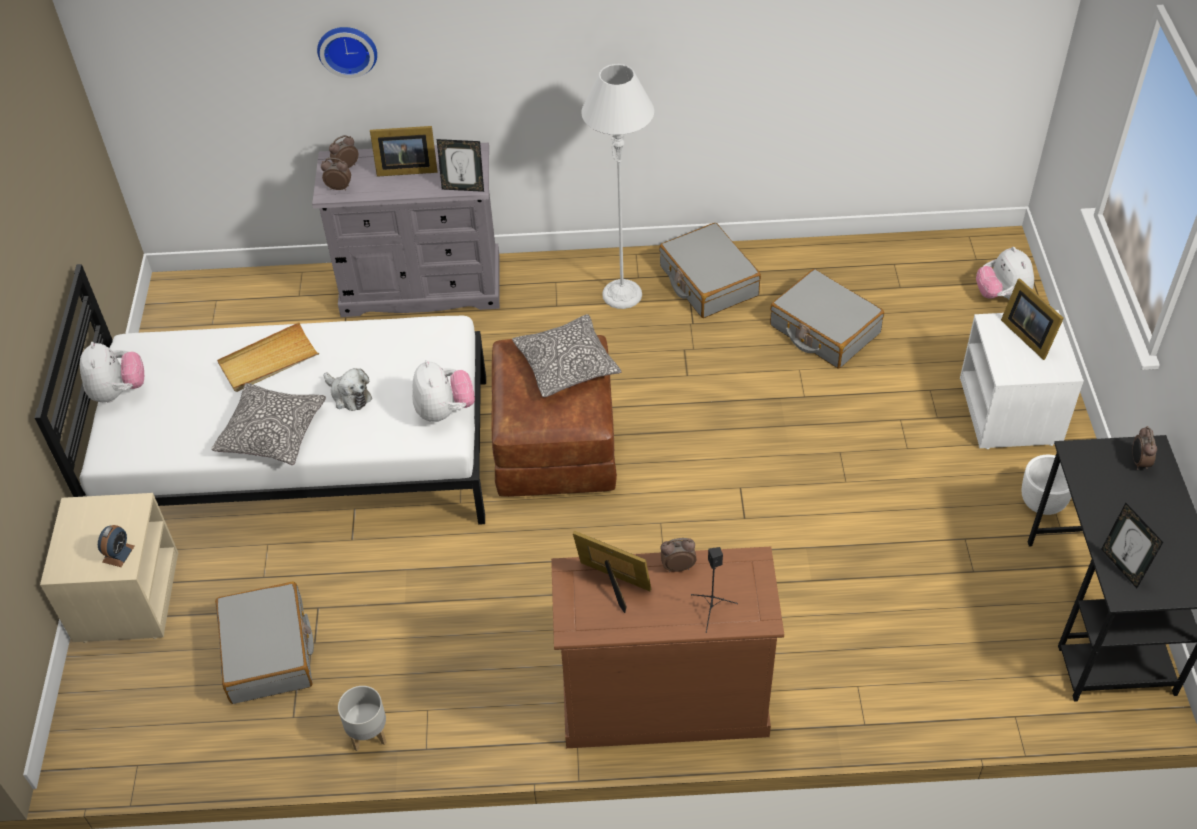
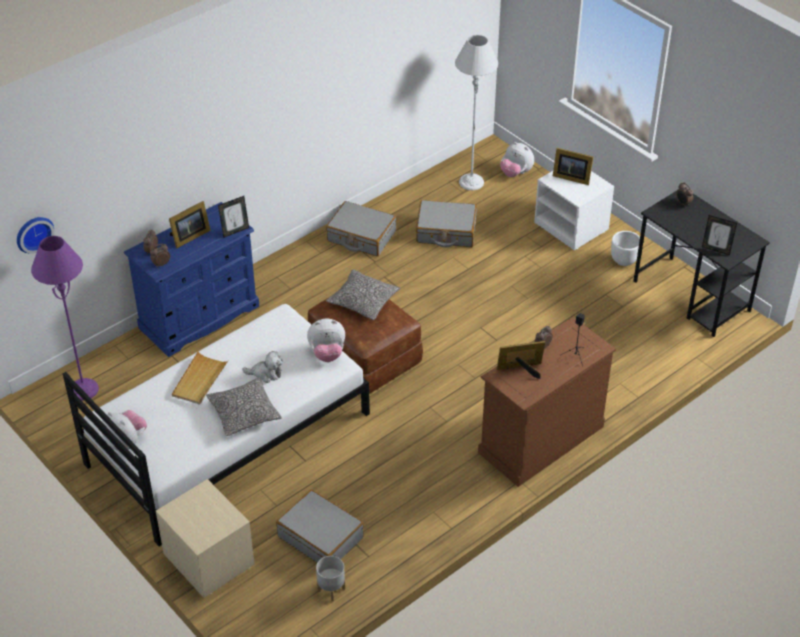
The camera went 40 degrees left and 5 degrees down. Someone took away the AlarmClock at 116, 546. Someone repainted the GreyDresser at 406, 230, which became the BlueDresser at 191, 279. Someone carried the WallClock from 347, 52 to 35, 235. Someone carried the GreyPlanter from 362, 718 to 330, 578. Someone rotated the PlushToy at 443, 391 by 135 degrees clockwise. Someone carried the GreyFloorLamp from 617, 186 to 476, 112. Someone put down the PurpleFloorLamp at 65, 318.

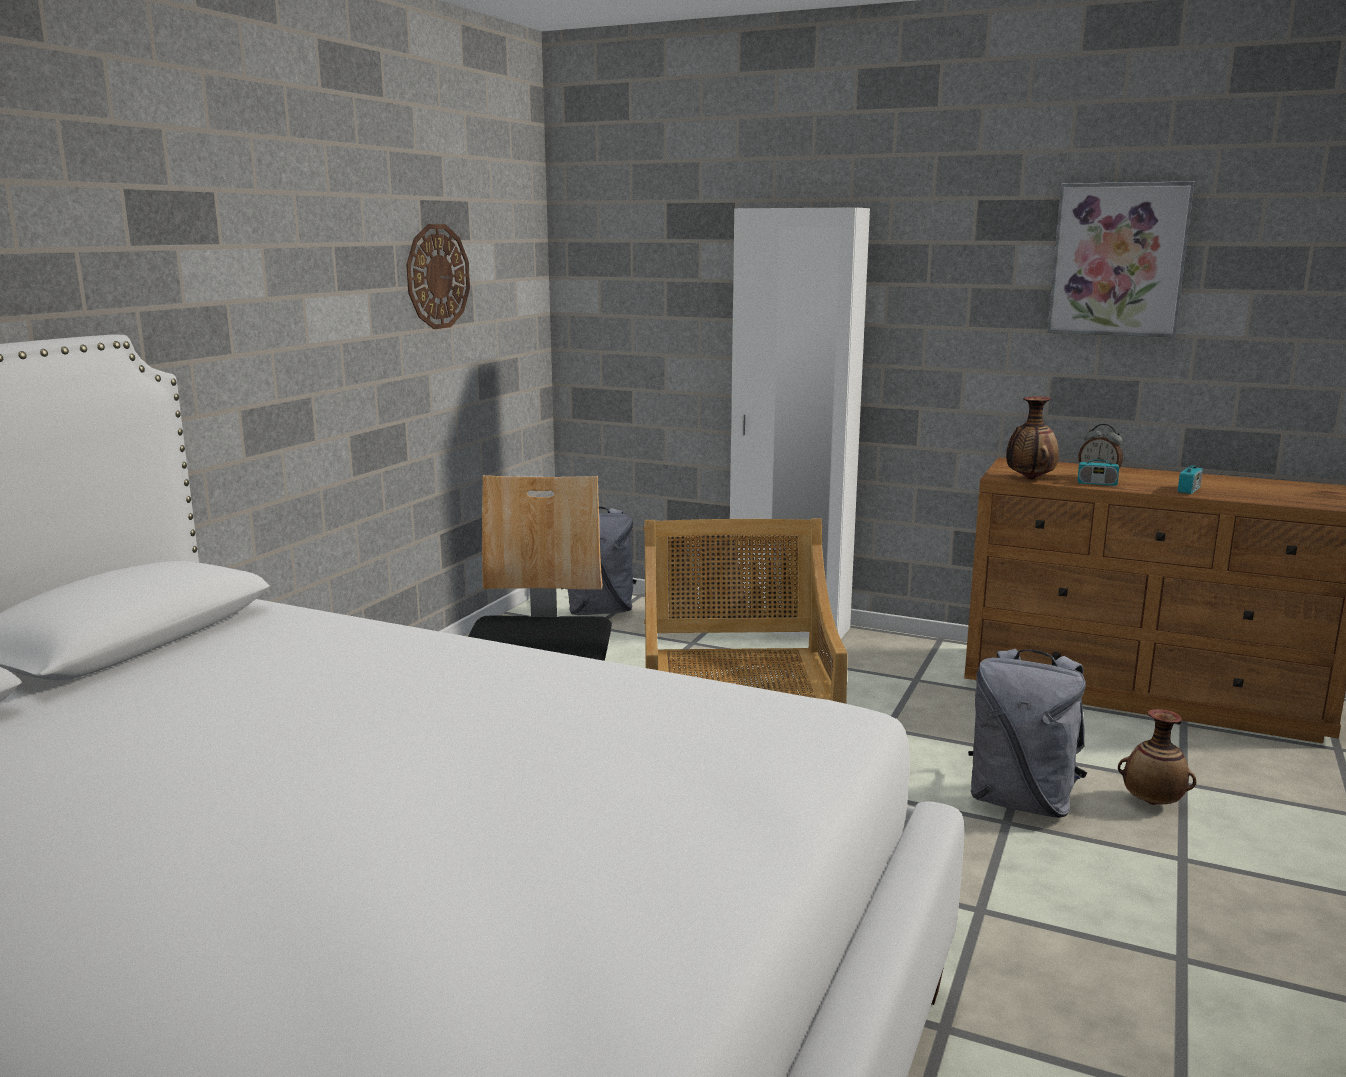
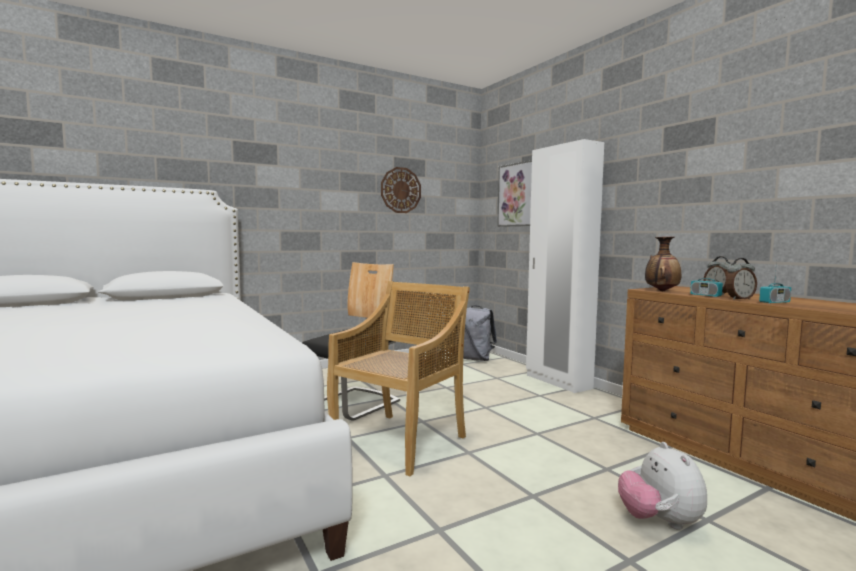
The camera went 35 degrees right and 10 degrees down. Someone took away the GreyBackpack at 1027, 733. Someone carried the Picture from 1121, 259 to 514, 193. Someone swapped the Vase at 1157, 757 for the PlushToy at 662, 486. Someone put down the AlarmClock at 741, 279.

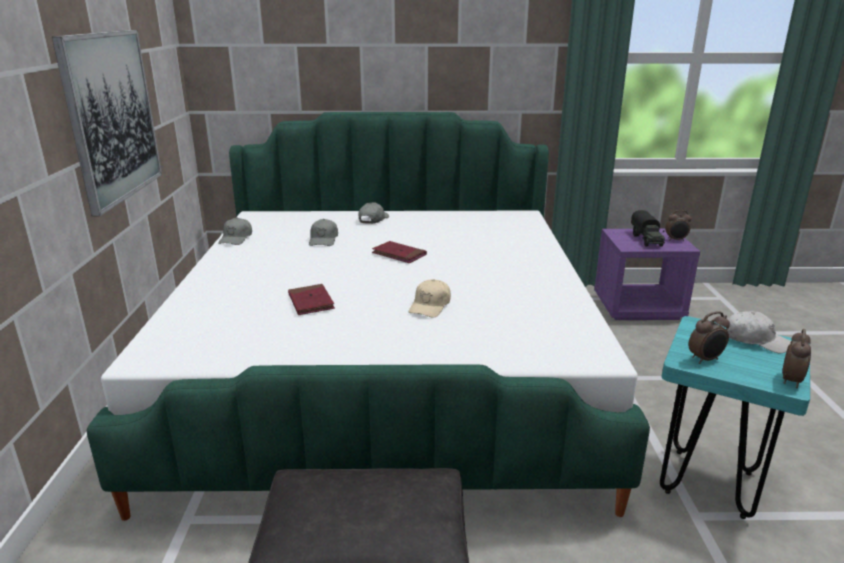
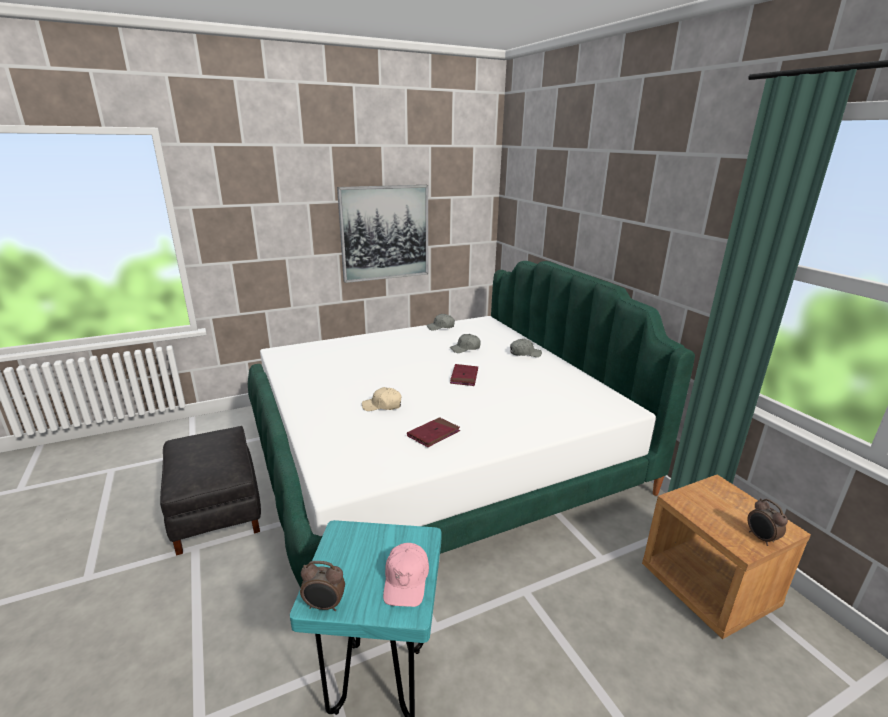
The camera went 65 degrees right and 0 degrees up. Someone carried the RedBook from 311, 299 to 433, 432. Someone repainted the PurpleNightstand at 647, 274, which became the BrownNightstand at 726, 557. Someone took away the ToyTruck at 648, 228. Someone took away the AlarmClock at 709, 337. Someone repainted the WhiteCap at 758, 332, which became the PinkCap at 406, 575.

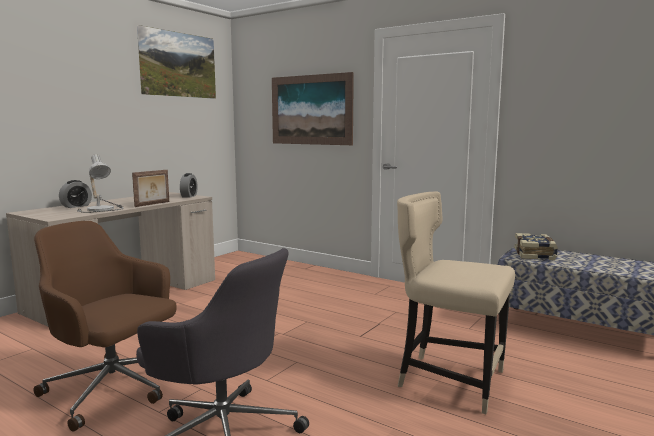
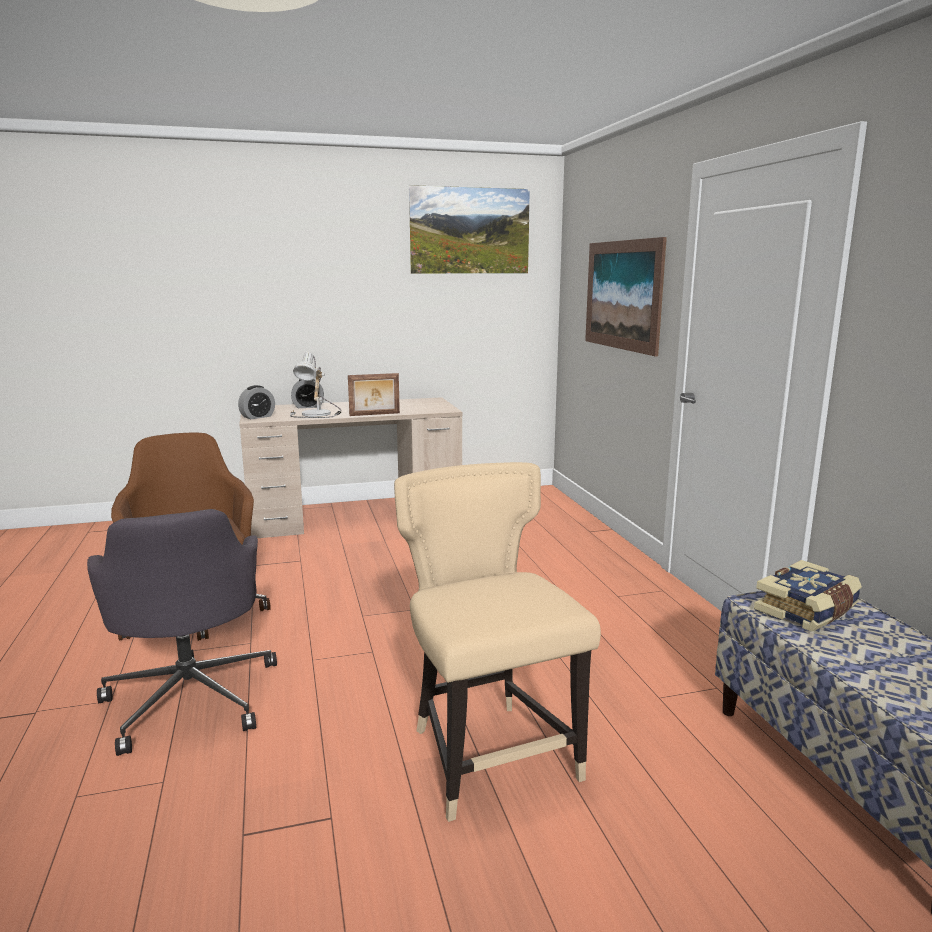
The camera went 40 degrees right and 5 degrees up. Someone carried the AlarmClock from 189, 185 to 256, 402.

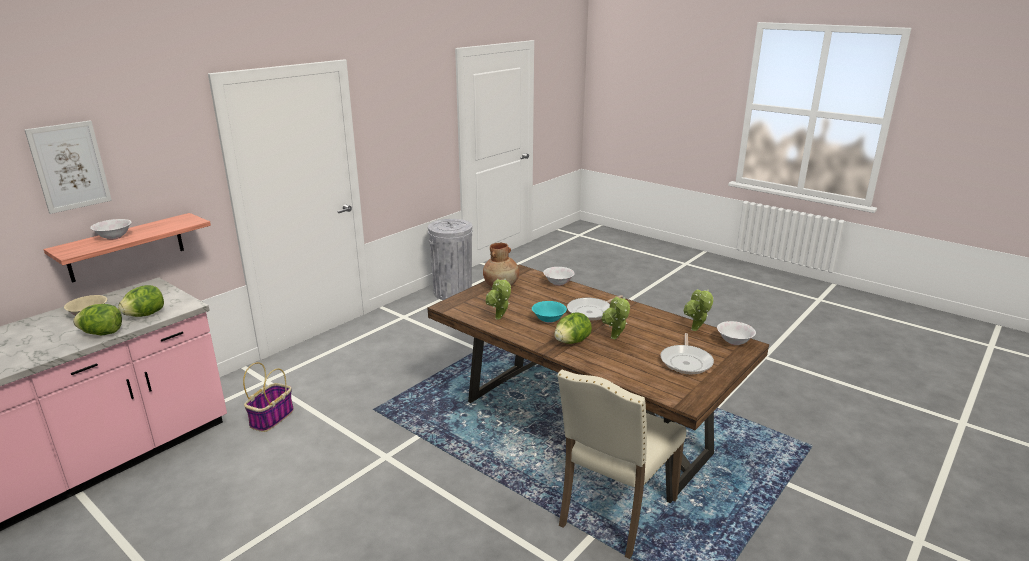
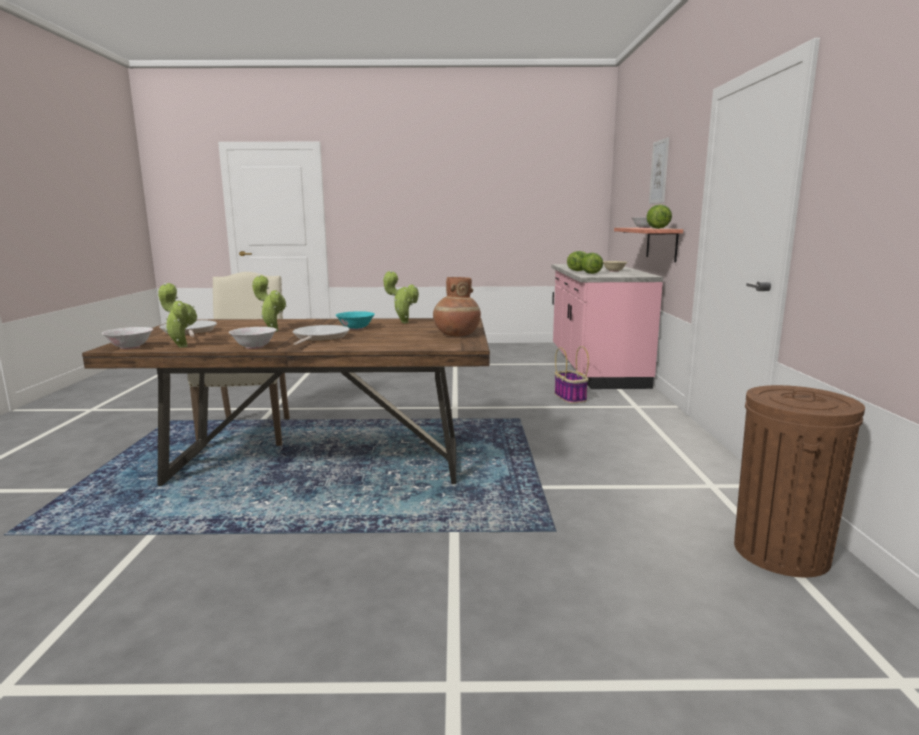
The camera went 140 degrees right and 10 degrees down. Someone repainted the GreyTrashCan at 450, 259, which became the BrownTrashCan at 799, 481. Someone carried the WhiteBowl from 559, 276 to 253, 338. Someone carried the Lettuce from 573, 328 to 659, 216.

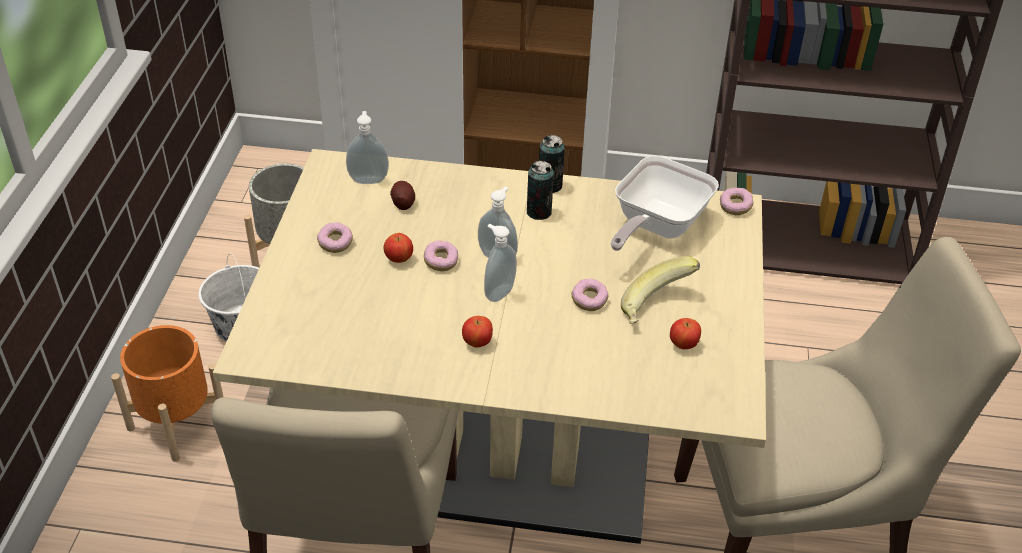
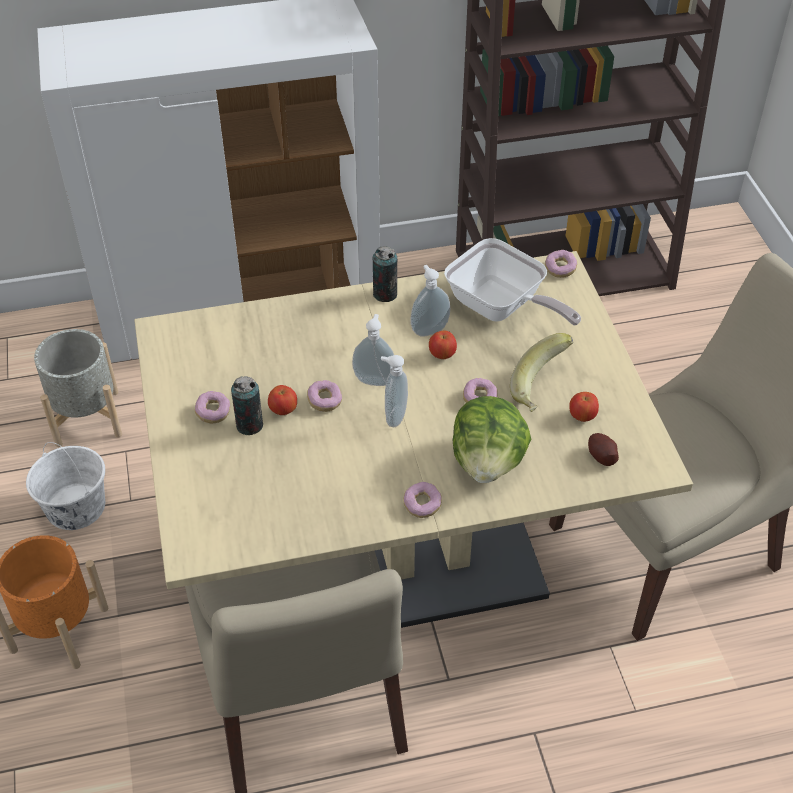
The camera went 20 degrees left and 5 degrees up. Someone carried the SoapDispenser from 367, 147 to 430, 301. Someone carried the Potato from 402, 195 to 603, 449. Someone carried the Apple from 477, 331 to 443, 345. Someone carried the Can from 540, 190 to 247, 405. Someone rotated the FryingPan at 665, 203 by 60 degrees counterclockwise. Someone put down the Donut at 422, 500. Someone put down the Lettuce at 492, 439.

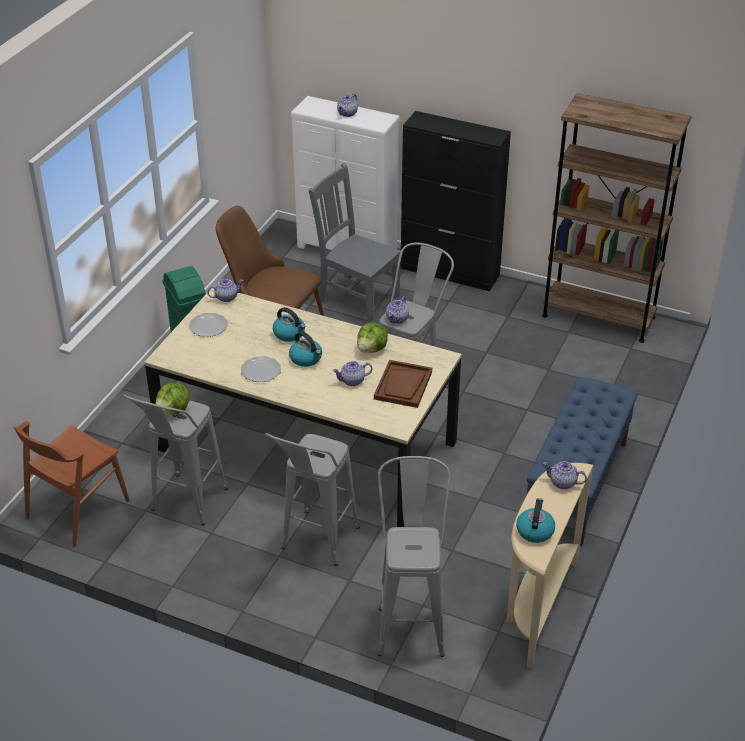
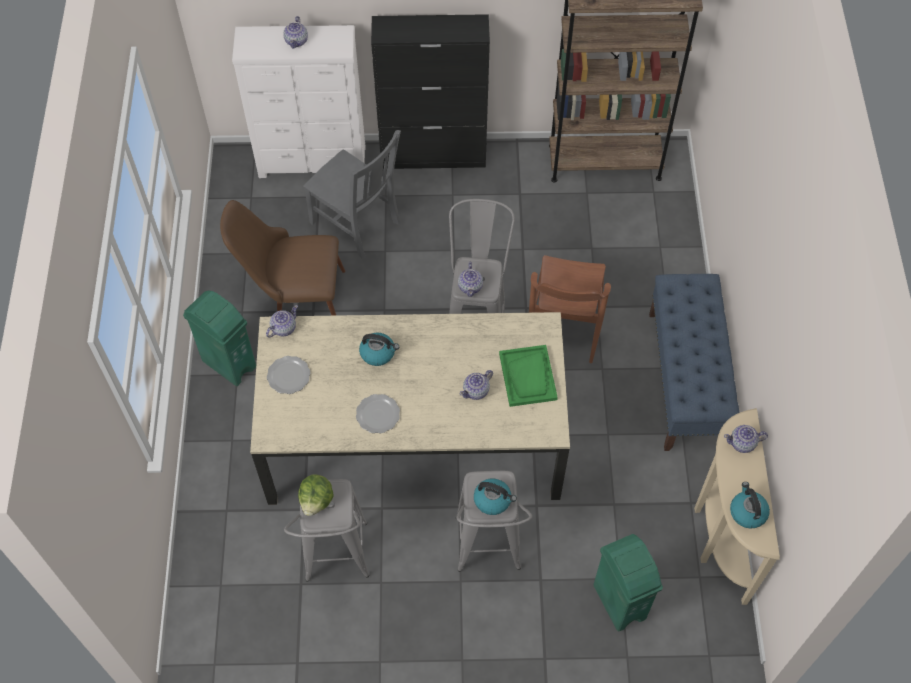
The camera went 25 degrees left and 20 degrees up. Someone carried the BrownChair from 72, 484 to 570, 309. Someone carried the Kettle from 305, 349 to 495, 496. Someone rotated the GreyChair at 355, 242 by 150 degrees counterclockwise. Someone took away the Lettuce at 372, 337. Someone repainted the BrownTray at 403, 384, which became the GreenTray at 528, 376. Someone swapped the GreyStool at 414, 556 for the GreenTrashCan at 628, 582.

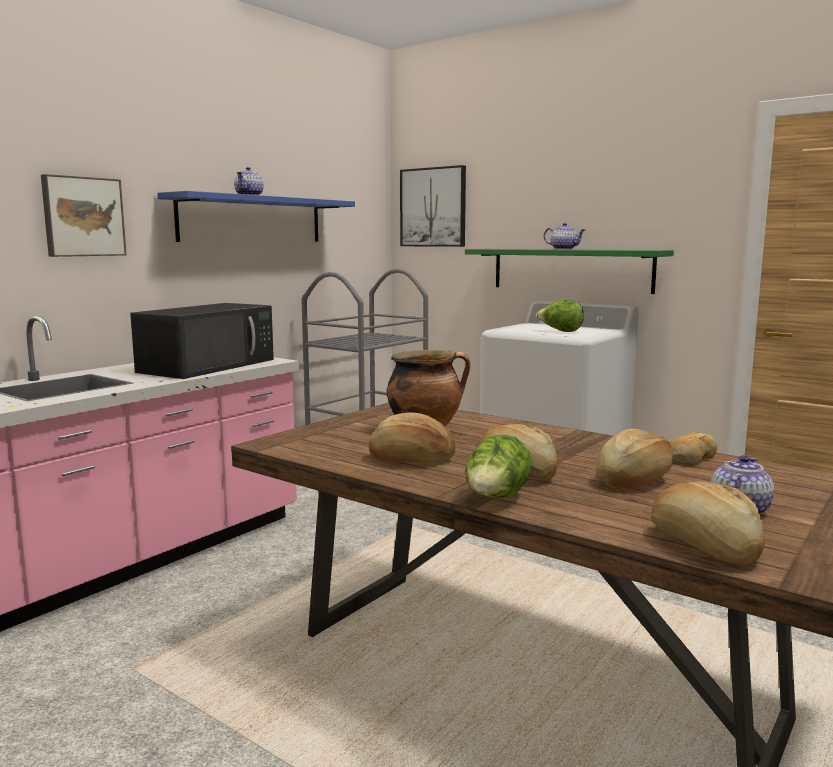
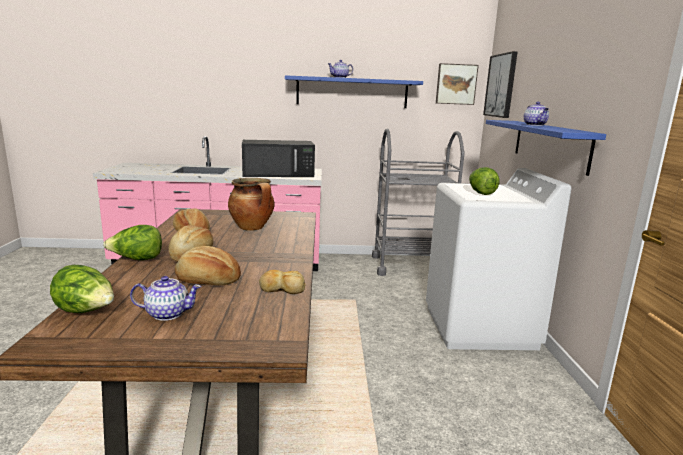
The camera went 50 degrees right and 5 degrees up. Someone carried the Picture from 84, 215 to 457, 84. Someone repainted the GreenShelf at 569, 271, which became the BlueShelf at 546, 148. Someone swapped the Bread at 708, 522 for the Lettuce at 82, 289.

